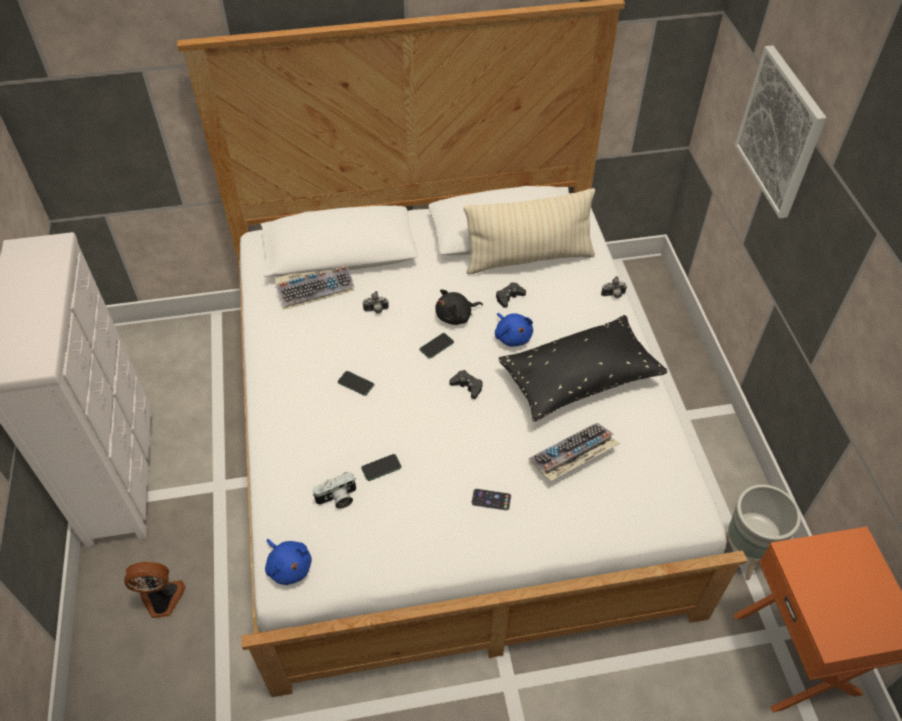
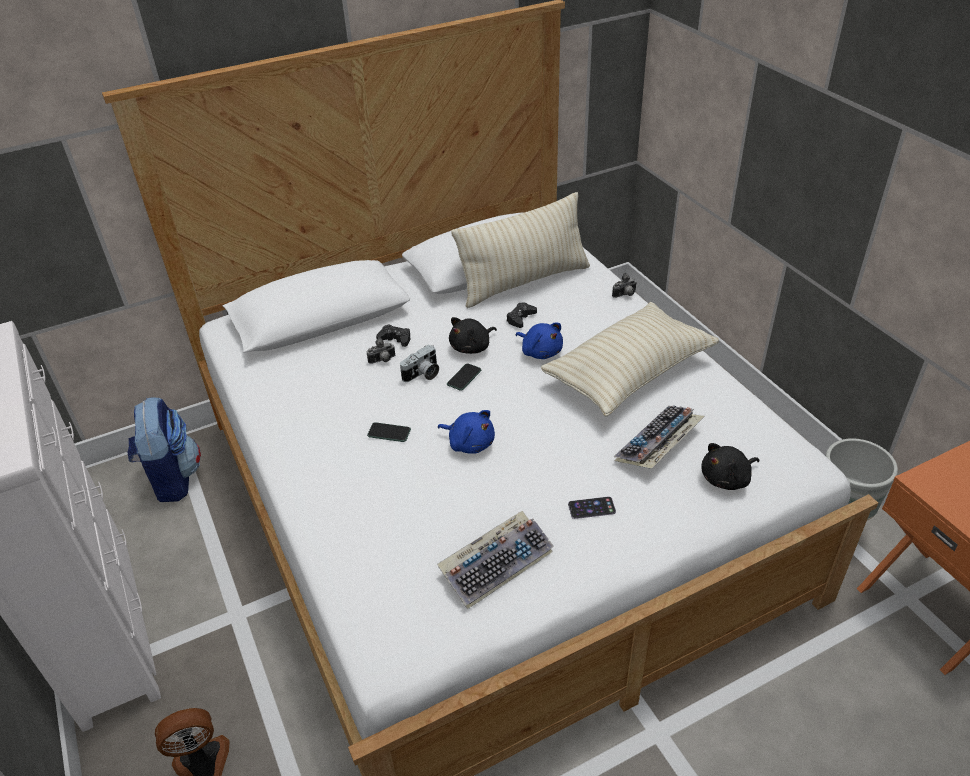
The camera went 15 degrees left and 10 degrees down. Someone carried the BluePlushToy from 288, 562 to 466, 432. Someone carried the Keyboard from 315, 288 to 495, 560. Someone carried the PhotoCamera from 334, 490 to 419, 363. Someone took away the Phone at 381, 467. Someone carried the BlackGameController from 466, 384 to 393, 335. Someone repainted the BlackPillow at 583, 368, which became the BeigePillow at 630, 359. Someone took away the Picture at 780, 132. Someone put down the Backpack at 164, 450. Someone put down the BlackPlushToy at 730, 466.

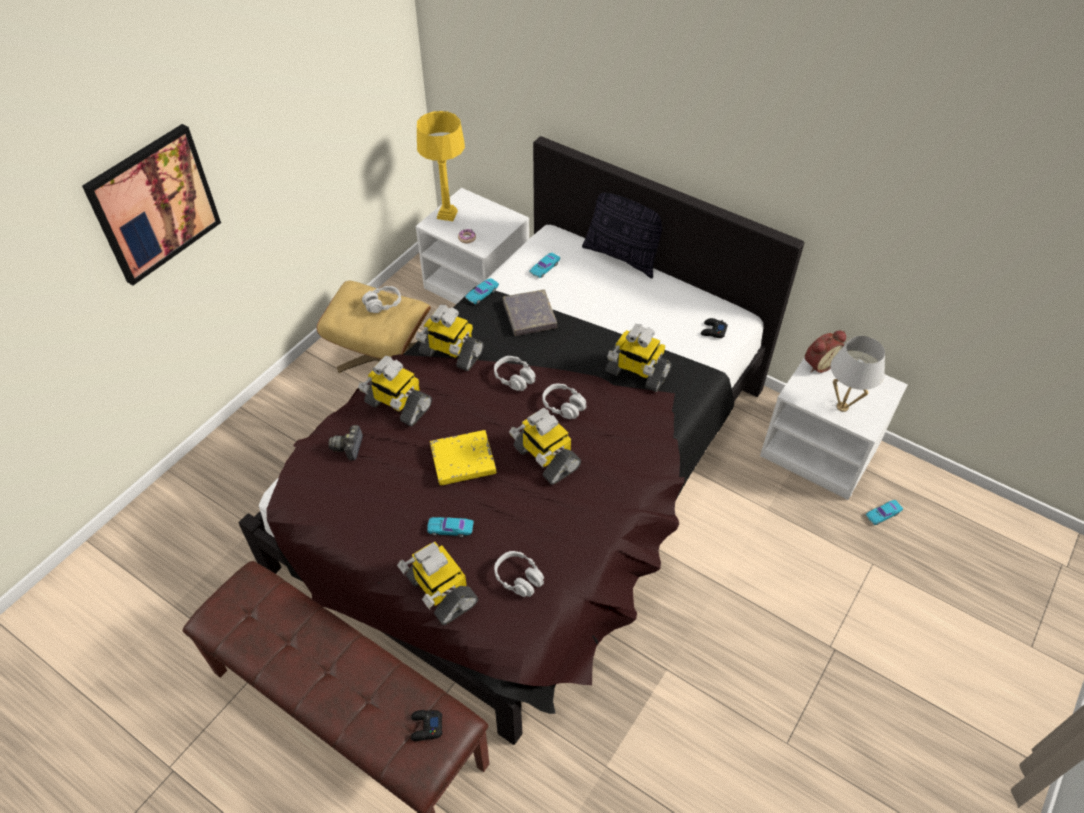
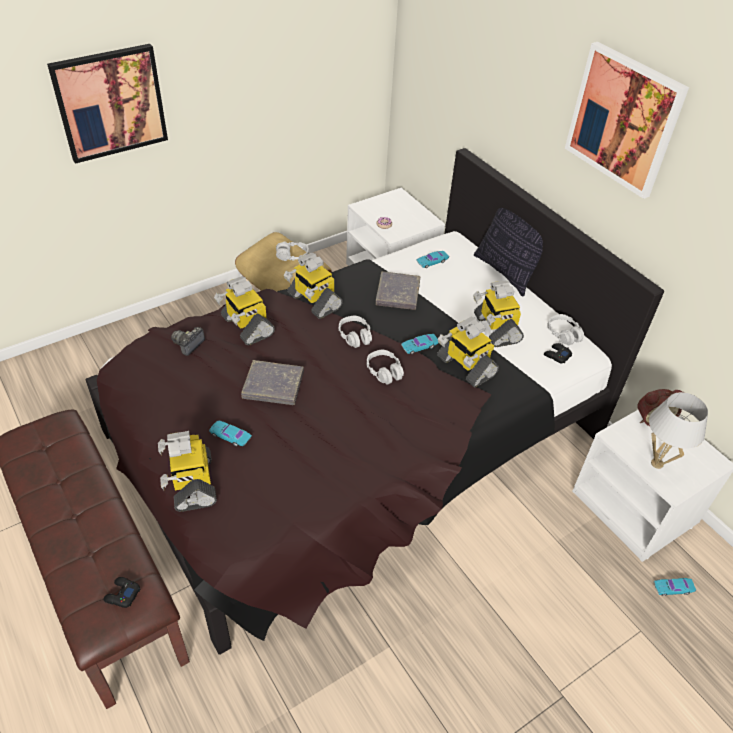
The camera went 20 degrees right and 5 degrees down. Someone took away the YellowTableLamp at 441, 166. Someone repainted the YellowBook at 463, 457, which became the GreyBook at 272, 382. Someone carried the TurquoiseToyCar from 482, 291 to 419, 344. Someone carried the GreyHeadphones from 519, 574 to 565, 329. Someone carried the ToyRobot from 545, 446 to 498, 313. Someone put up the Picture at 627, 120.

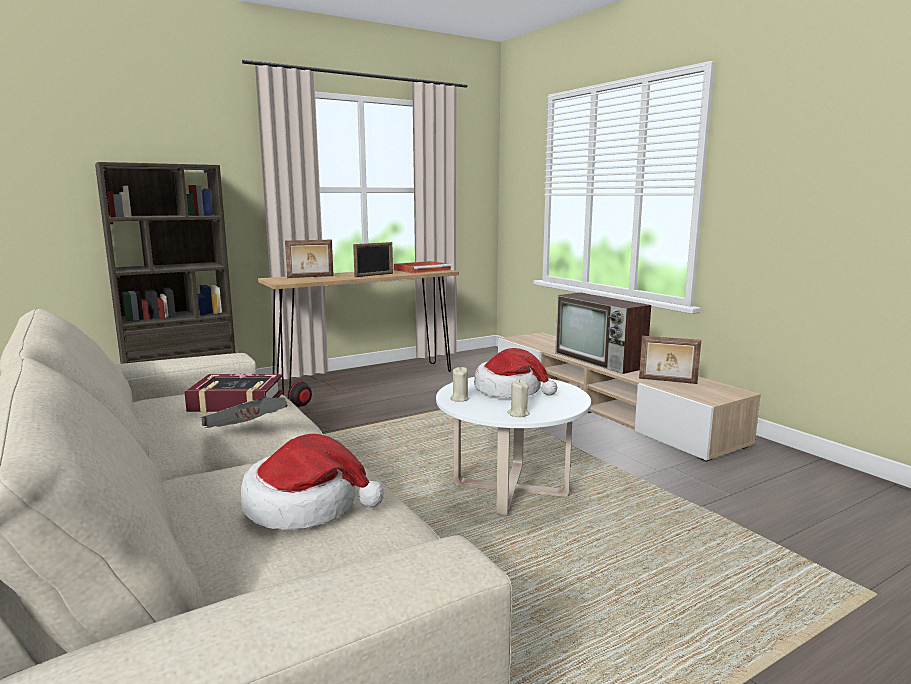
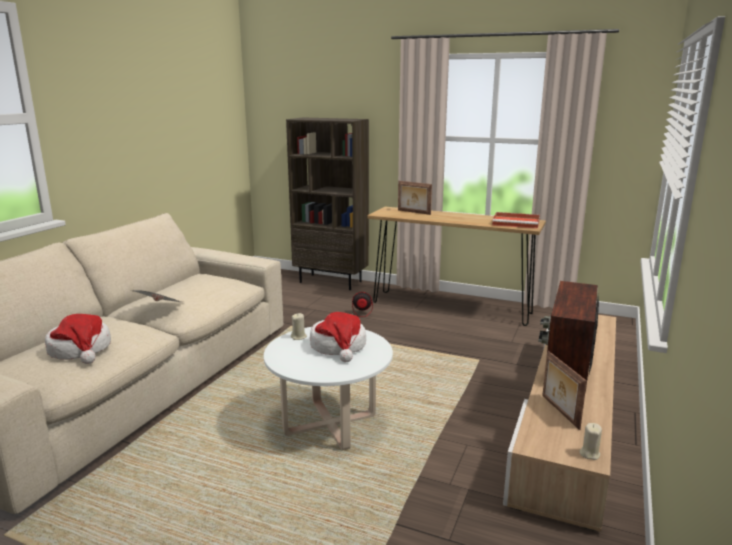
The camera went 55 degrees right and 5 degrees up. Someone took away the Book at 233, 393. Someone took away the PictureFrame at 373, 259. Someone carried the BeigeCandle from 518, 398 to 590, 441.

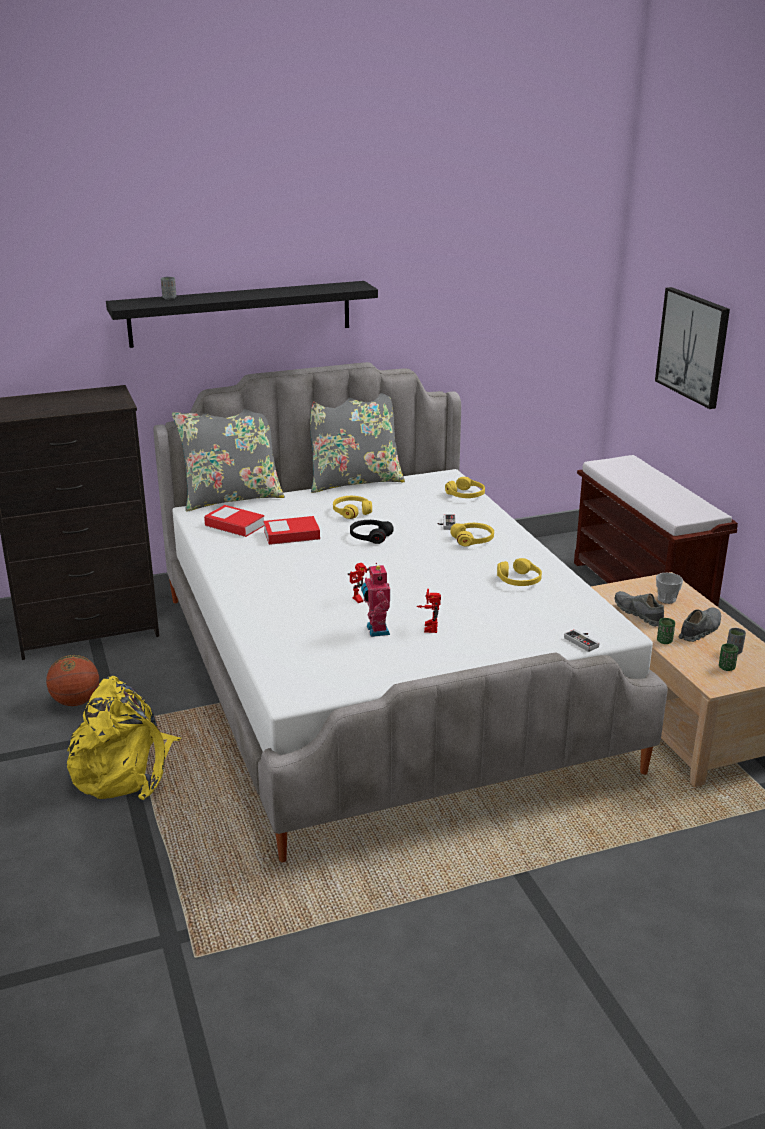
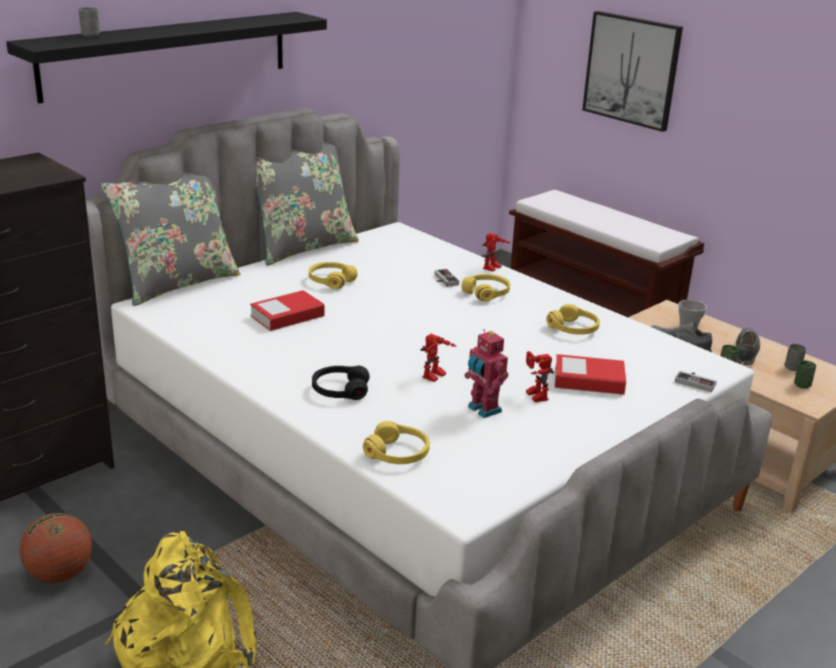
The camera went 25 degrees left and 0 degrees up. Someone carried the Book from 234, 521 to 590, 374. Someone carried the BlackHeadphones from 372, 532 to 341, 382. Someone carried the YellowHeadphones from 465, 487 to 396, 442. Someone put down the ToyRobot at 496, 252.

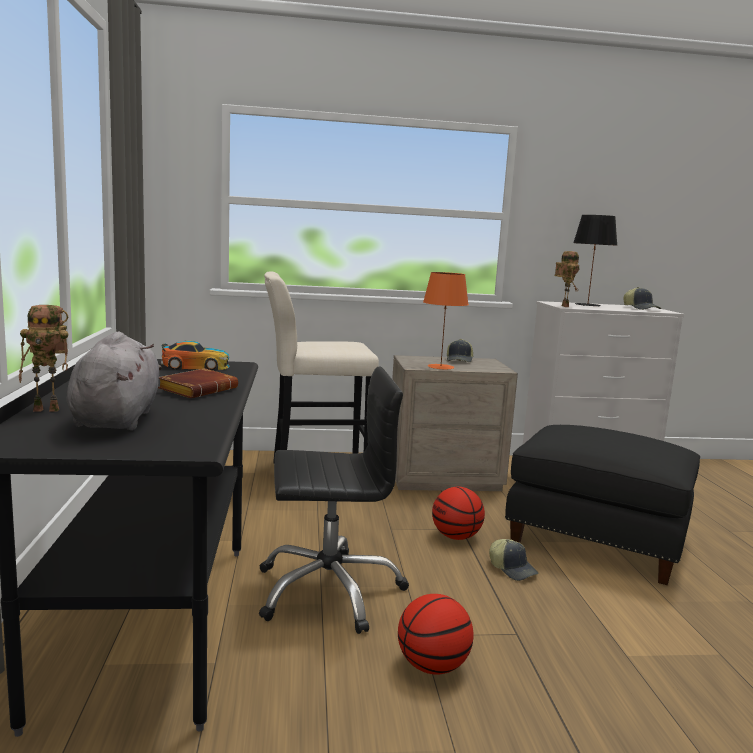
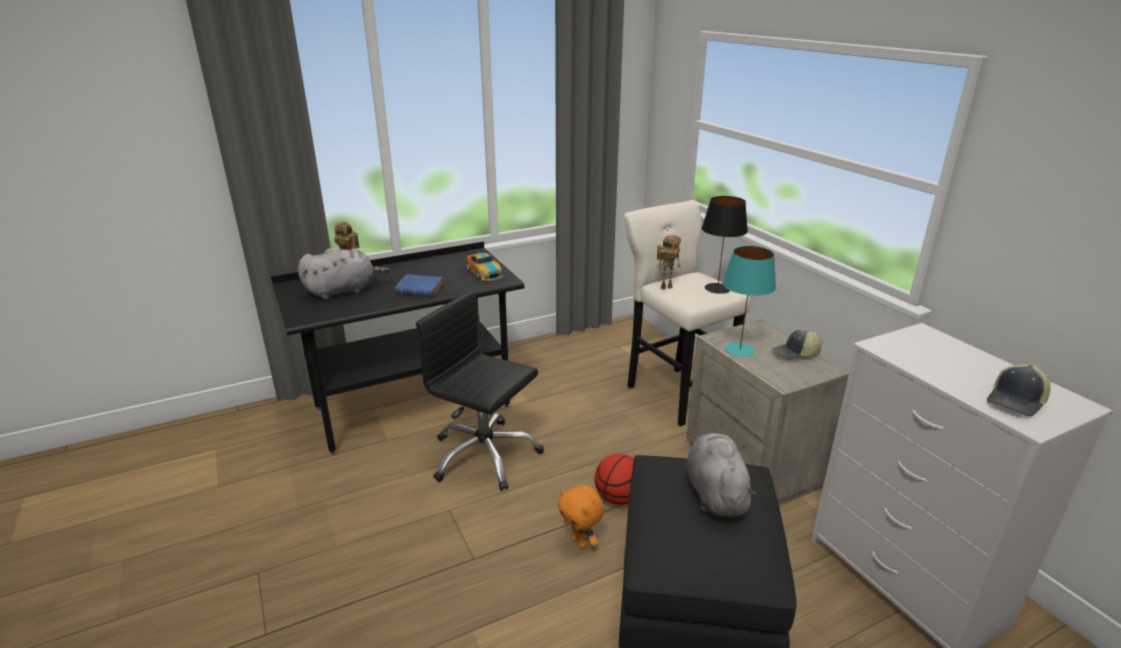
The camera went 70 degrees right and 15 degrees up. Someone repainted the BrownBook at 198, 383, which became the BlueBook at 419, 285. Someone rotated the BlackOfficeChair at 334, 500 by 150 degrees clockwise. Someone took away the Basketball at 436, 634. Someone repainted the OrangeTableLamp at 446, 321, which became the TurquoiseTableLamp at 749, 301. Someone swapped the Cap at 514, 560 for the OrangePlushToy at 581, 517. Someone carried the ToyRobot from 567, 279 to 668, 262. Someone carried the BlackTableLamp from 595, 260 to 725, 245. Someone put down the GreyPlushToy at 721, 475.

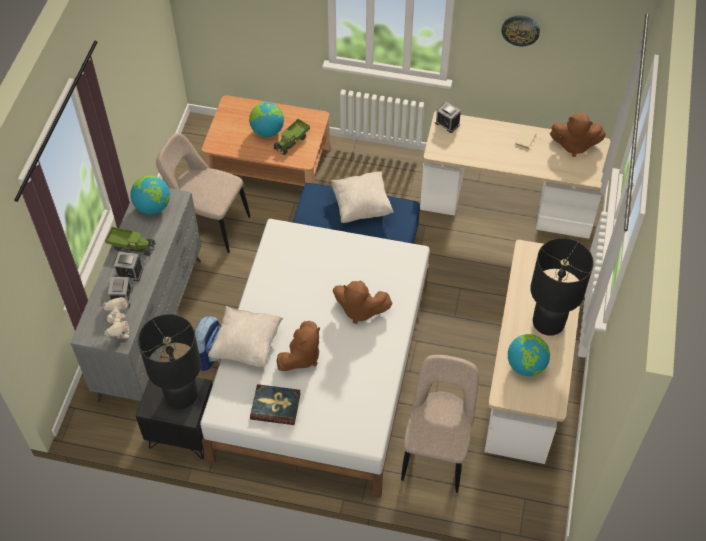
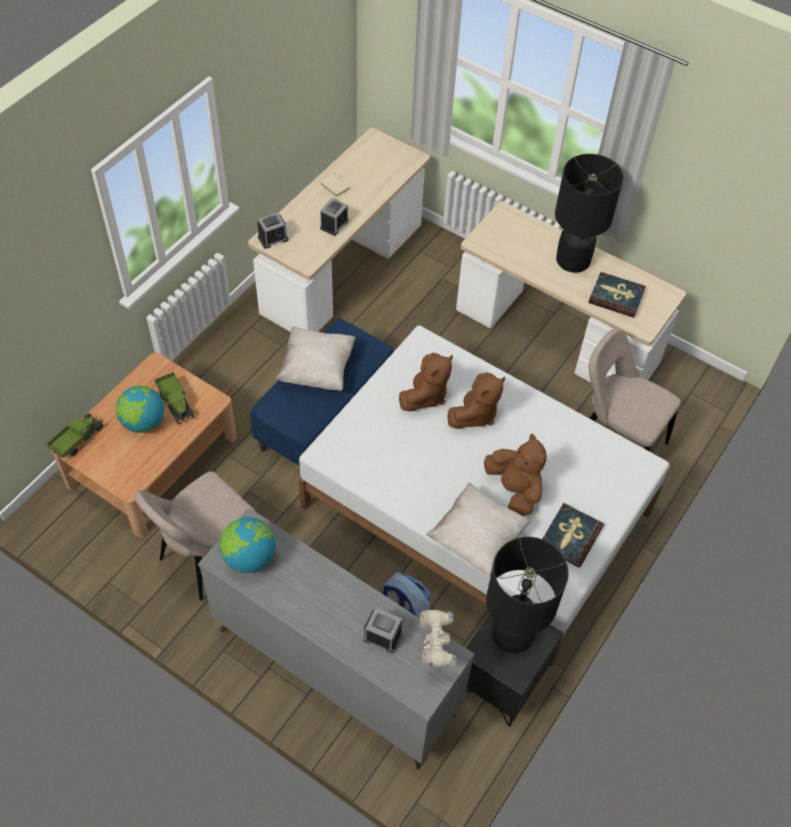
The camera went 70 degrees left and 0 degrees up. Someone rotated the ToyRobot at 116, 318 by 105 degrees counterclockwise. Someone carried the ToyTruck from 130, 241 to 75, 435. Someone carried the AlarmClock from 128, 266 to 334, 217. Someone took away the WallClock at 521, 31. Someone swapped the Globe at 529, 355 for the Book at 617, 295. Someone carried the BrownPlushToy from 578, 135 to 426, 382.

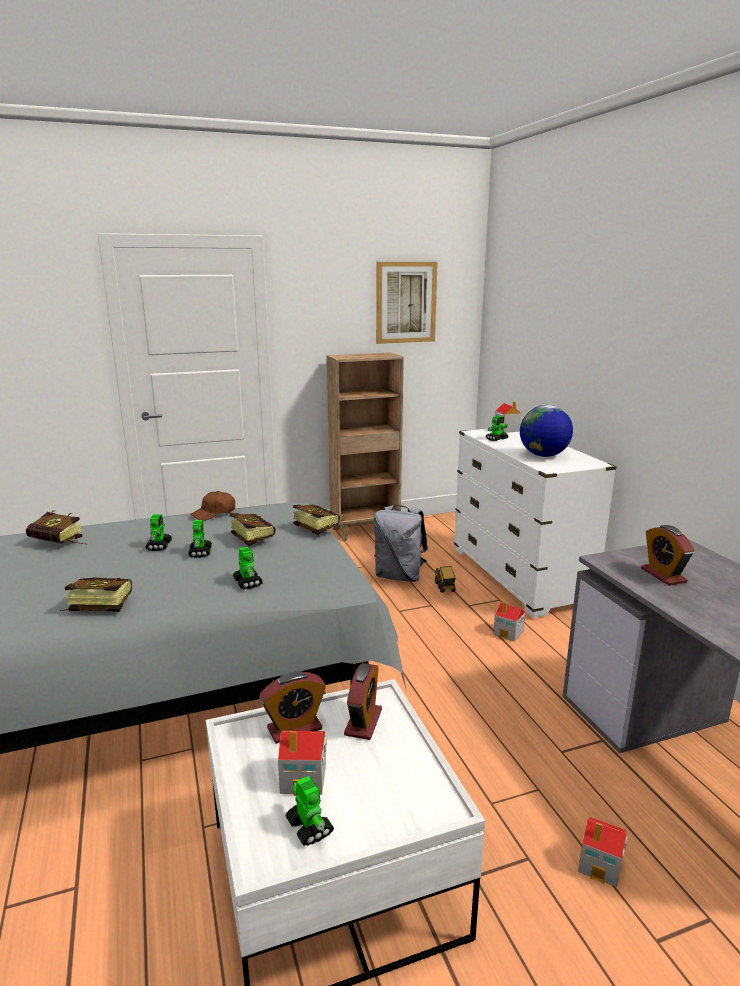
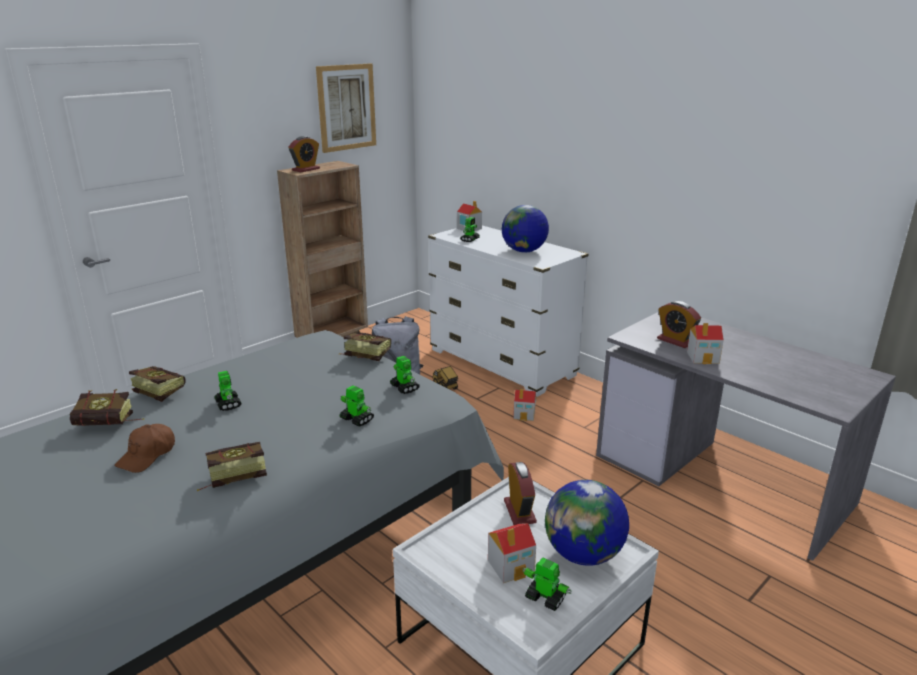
The camera went 25 degrees left and 5 degrees up. Someone carried the ToyRobot from 200, 539 to 404, 375. Someone carried the BrownCap from 212, 506 to 145, 448. Someone carried the Book from 252, 529 to 157, 384. Someone carried the AlarmClock from 292, 707 to 304, 154. Someone carried the ToyHouse from 603, 852 to 705, 343. Someone put down the Globe at 587, 523.

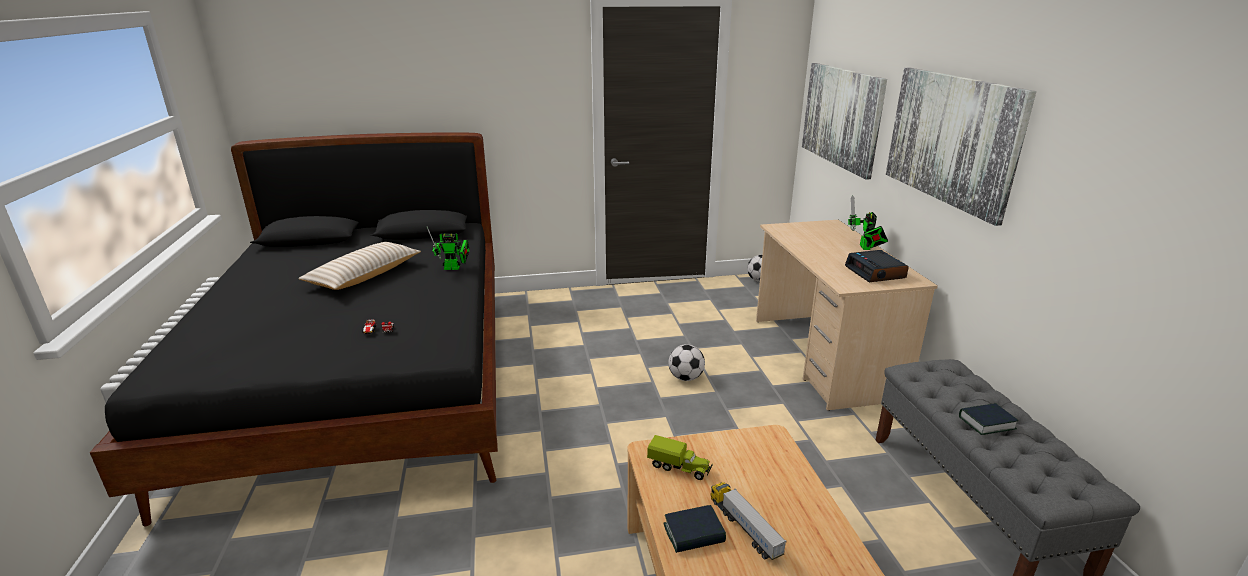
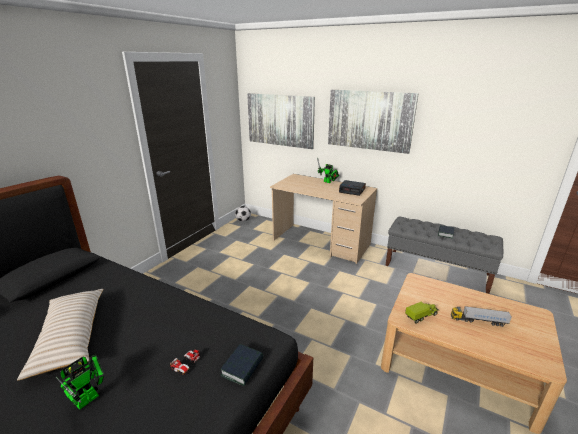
The camera went 50 degrees left and 0 degrees up. Someone carried the ToyRobot from 448, 248 to 80, 382. Someone carried the Book from 694, 529 to 241, 365. Someone took away the Football at 686, 362.

